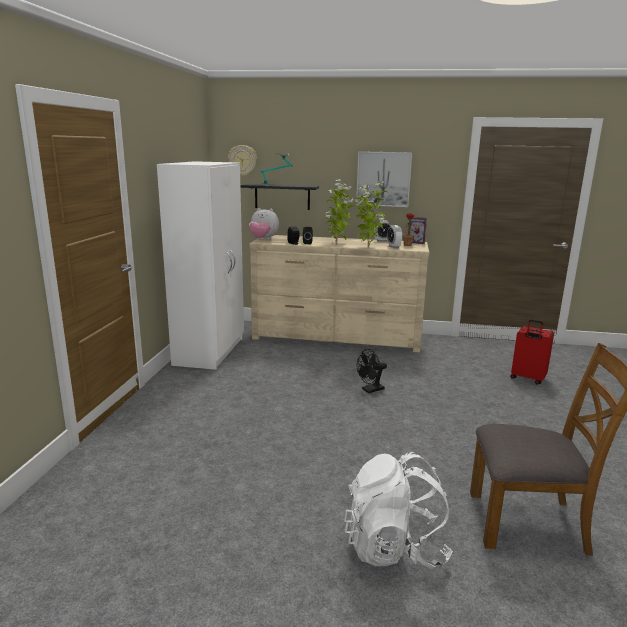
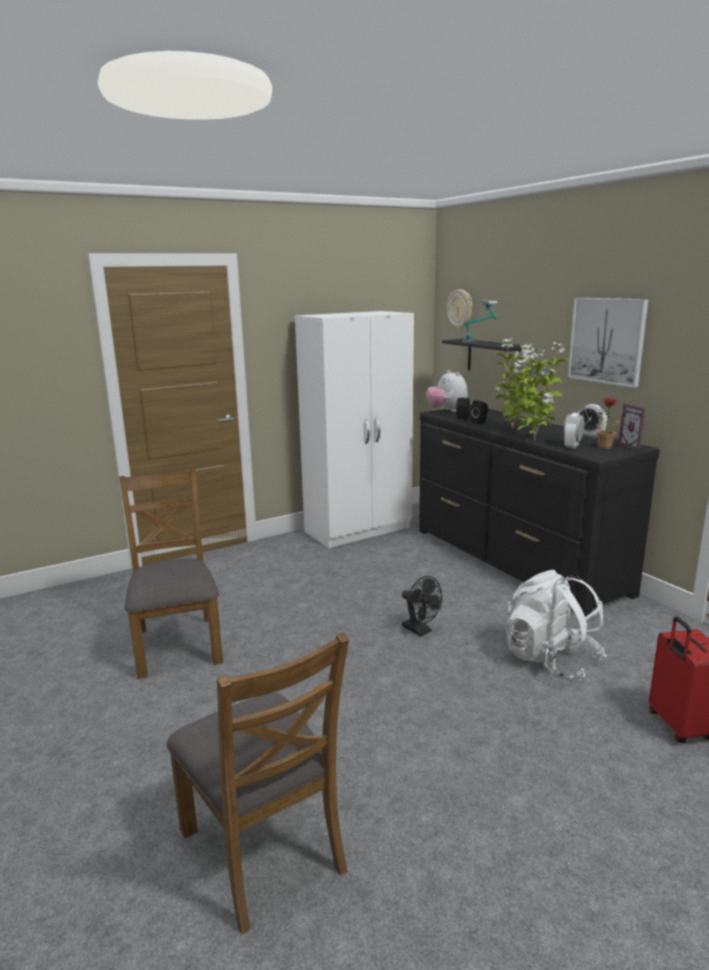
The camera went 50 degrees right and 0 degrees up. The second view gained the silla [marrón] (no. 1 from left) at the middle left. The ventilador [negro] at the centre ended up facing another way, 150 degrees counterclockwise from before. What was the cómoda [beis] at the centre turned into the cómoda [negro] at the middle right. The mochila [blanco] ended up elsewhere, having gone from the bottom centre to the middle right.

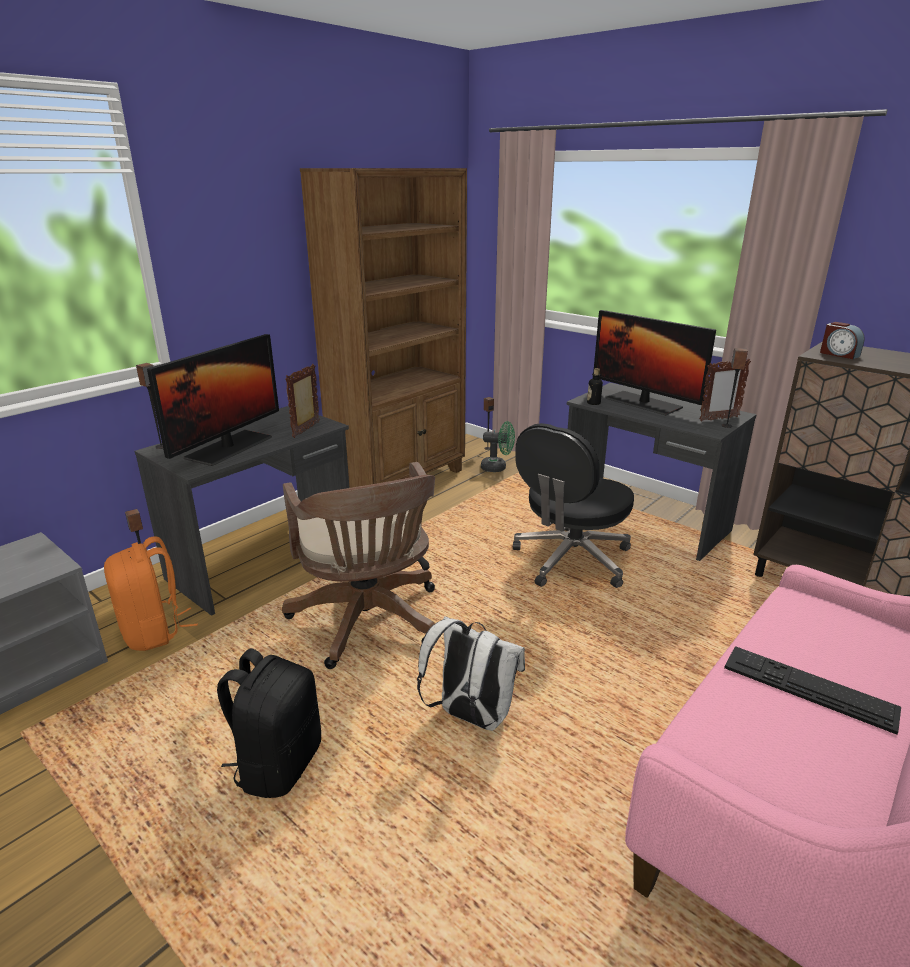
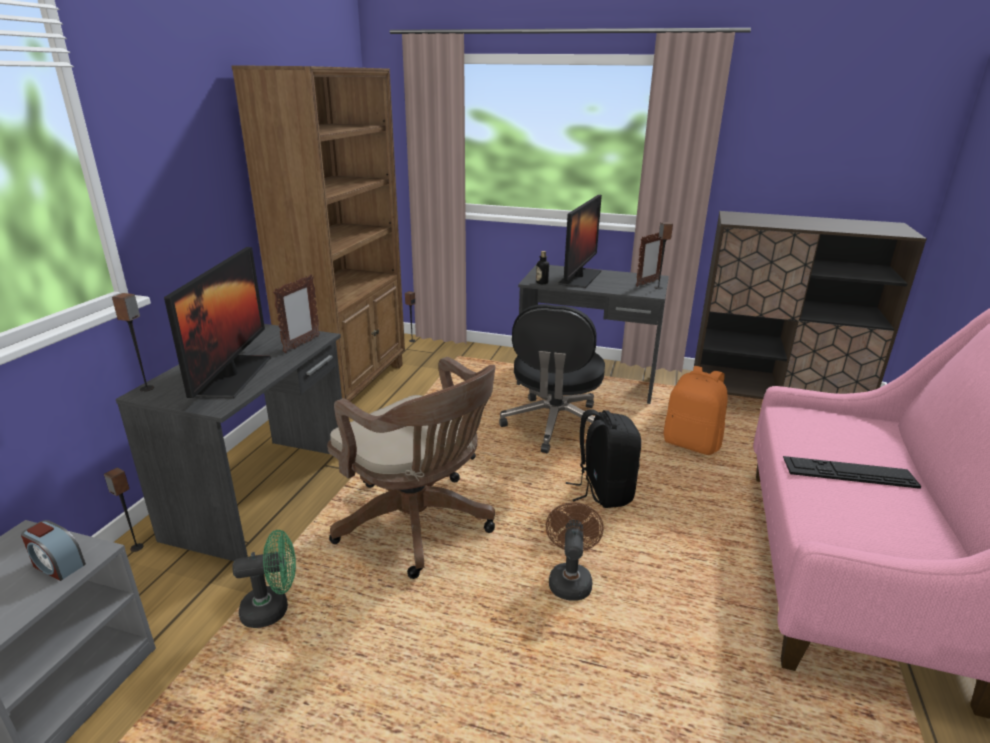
The camera went 25 degrees left and 0 degrees up. The despertador ended up elsewhere, having gone from the middle right to the bottom left. The ventilador [verde] ended up elsewhere, having gone from the centre to the bottom left. The portarretratos (no. 1 from left) at the middle left ended up facing another way, 150 degrees counterclockwise from before. Where the mochila [blanco] stood at the bottom centre, the ventilador [marrón] came to stand at the bottom centre. The monitor (no. 2 from left) at the middle right ended up facing another way, 90 degrees counterclockwise from before. The mochila [negro] ended up elsewhere, having gone from the bottom left to the centre. The mochila [naranja] ended up elsewhere, having gone from the middle left to the middle right.

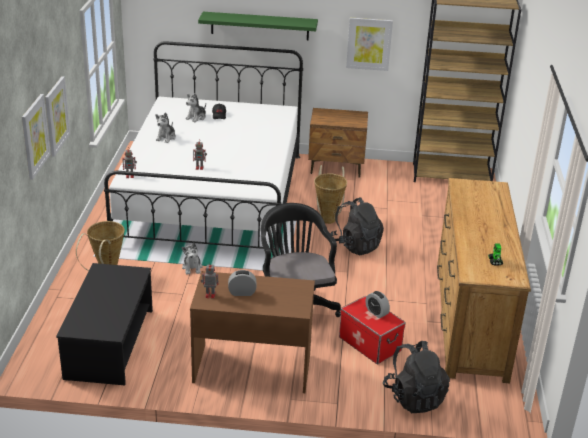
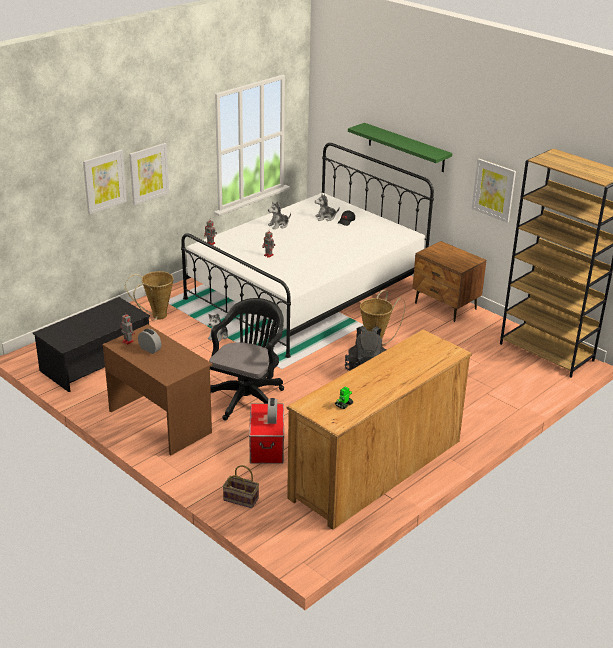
The camera went 40 degrees right and 0 degrees up. Where the mochila [negro] (no. 2 from left) stood at the bottom right, the cesta (no. 2 from left) came to stand at the bottom centre.

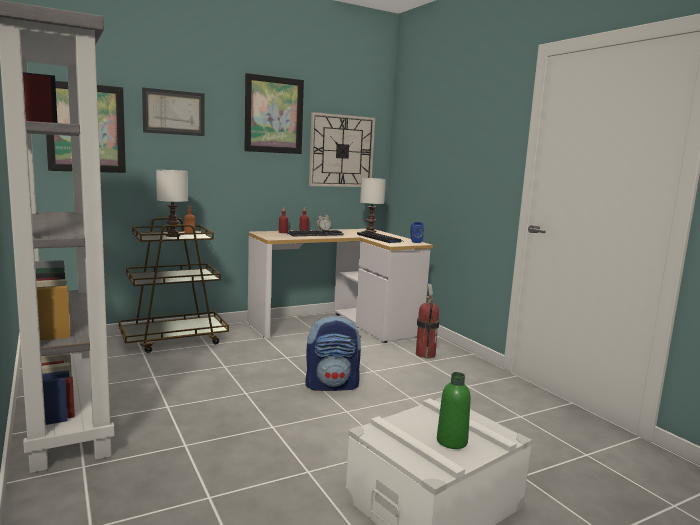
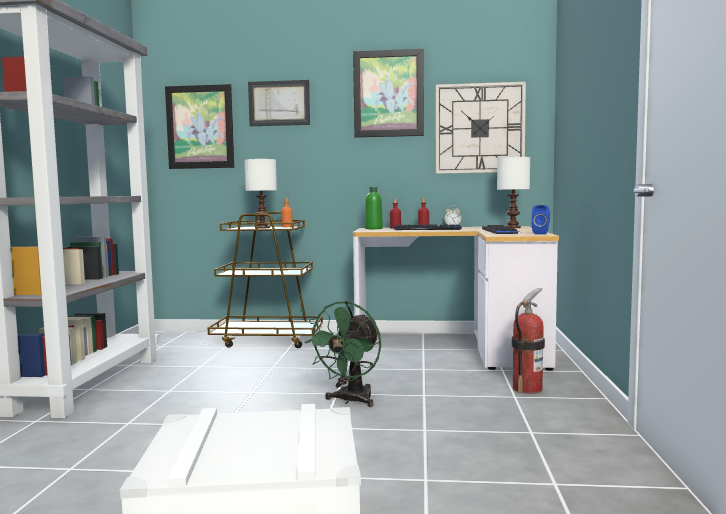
The camera went 35 degrees right and 5 degrees down. Where the mochila stood at the bottom centre, the ventilador [verde] came to stand at the bottom centre. The botella [verde] ended up elsewhere, having gone from the bottom centre to the centre.

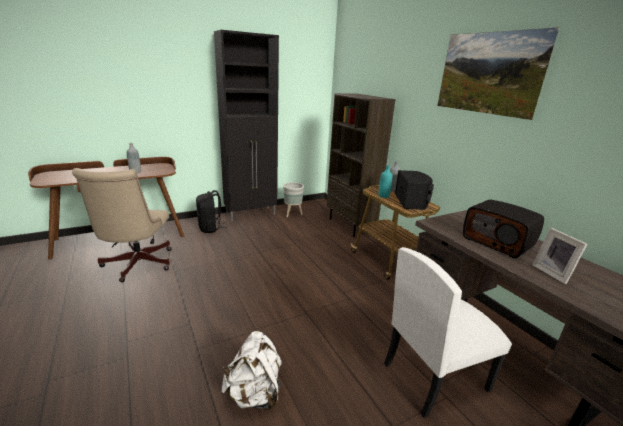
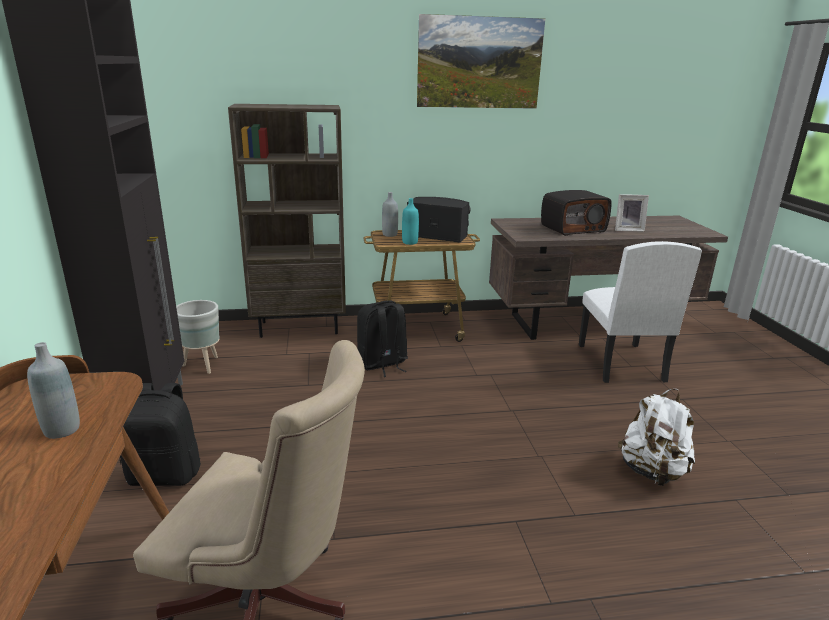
The camera went 70 degrees left and 0 degrees up. The second view gained the mochila [negro] (no. 2 from left) at the centre.

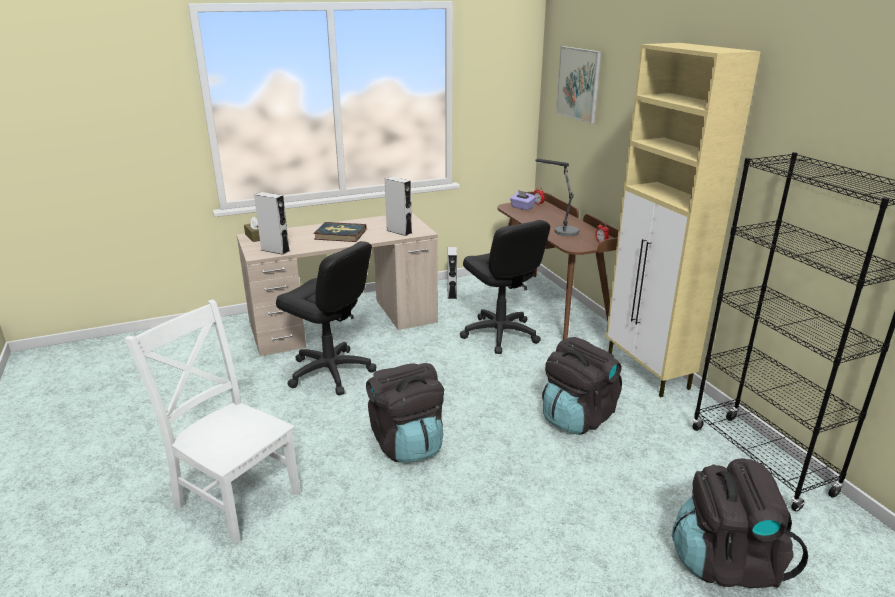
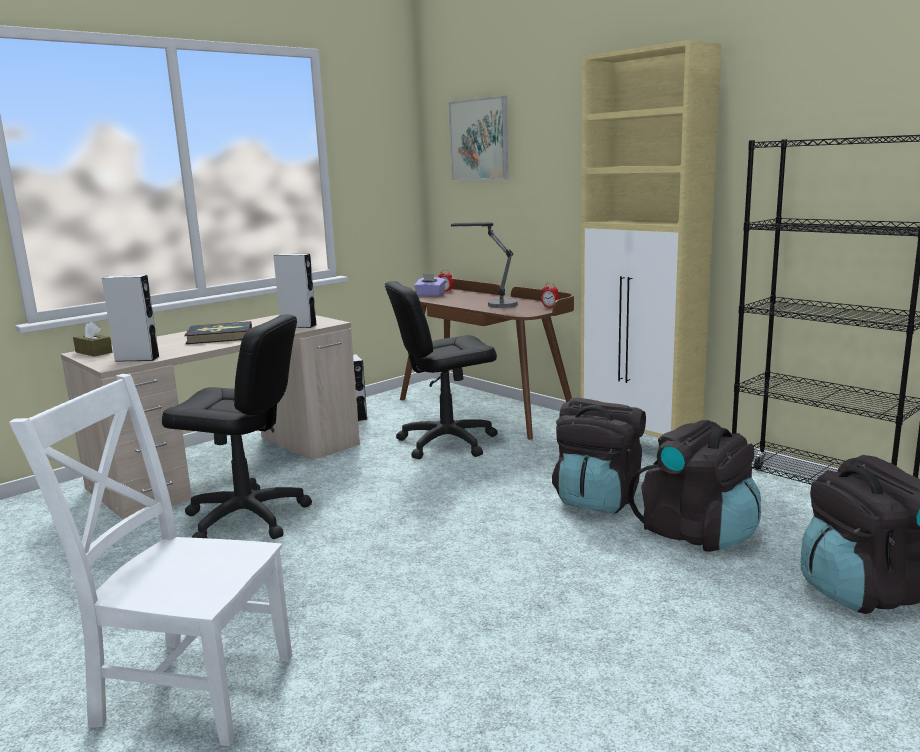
The camera went 20 degrees left and 10 degrees down. The silla de oficina [negro] (no. 2 from left) at the centre ended up facing another way, 120 degrees clockwise from before. The mochila [negro] (no. 1 from left in the first image) ended up elsewhere, having gone from the bottom centre to the middle right.

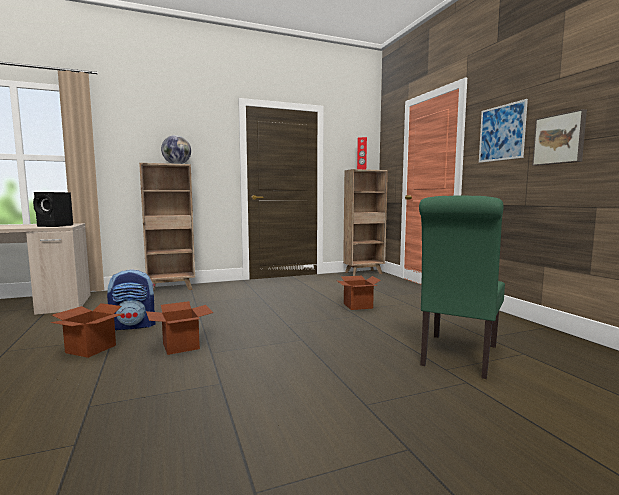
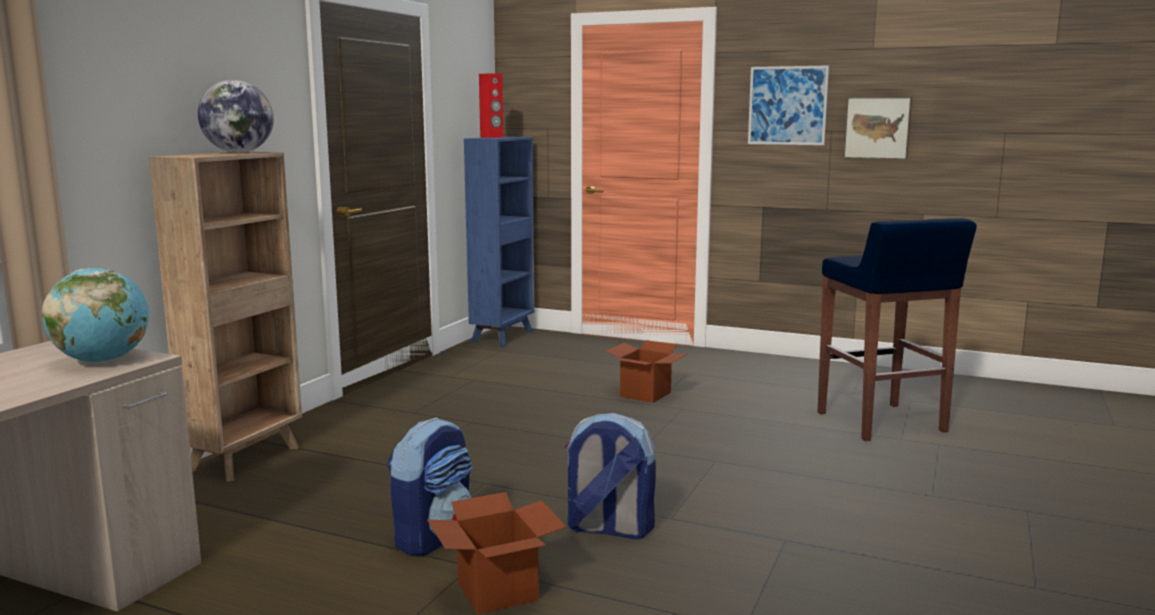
The camera went 45 degrees left and 5 degrees up. Where the altavoz [negro] stood at the middle left, the globo terráqueo (no. 1 from left) came to stand at the middle left. What was the estantería [marrón] (no. 2 from left) at the centre turned into the estantería [azul] at the centre. Where the caja de cartón (no. 2 from left) stood at the middle left, the mochila (no. 2 from left) came to stand at the bottom centre. Where the silla [verde] stood at the middle right, the taburete [azul] came to stand at the middle right.

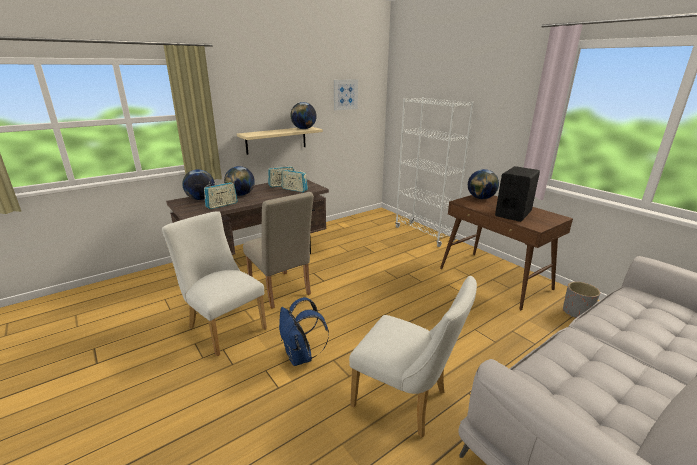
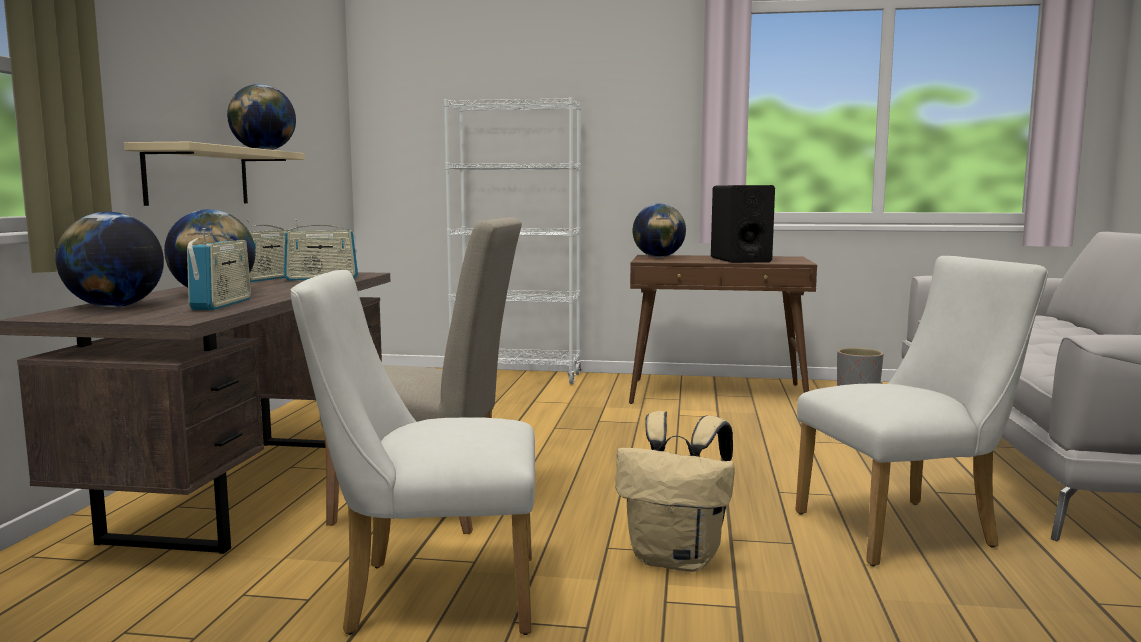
The camera went 45 degrees left and 15 degrees down. What was the mochila [azul] at the bottom centre turned into the mochila [beis] at the bottom centre. The second view lost the cuadro at the top centre.

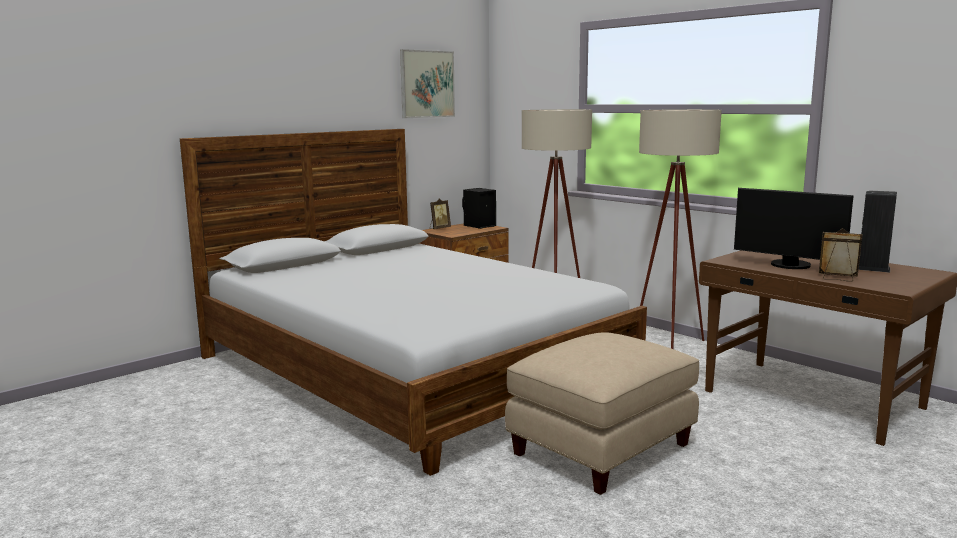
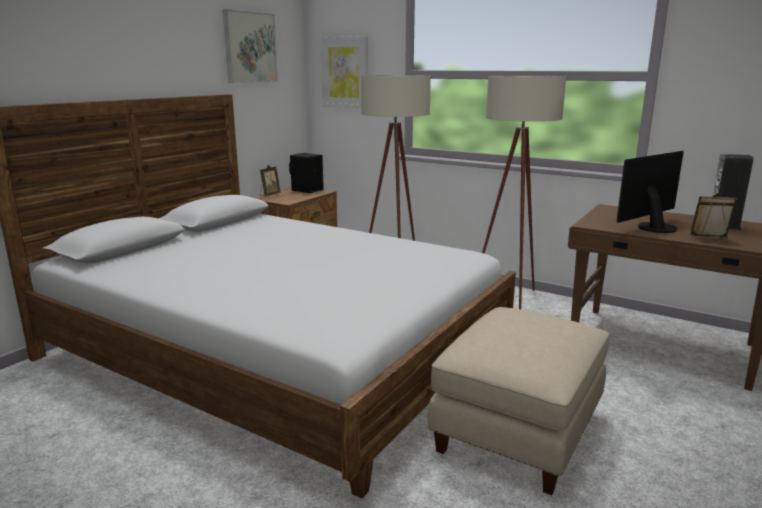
The camera went 15 degrees left and 5 degrees up. The second view gained the cuadro (no. 2 from left) at the top centre. The monitor at the middle right ended up facing another way, 120 degrees clockwise from before.

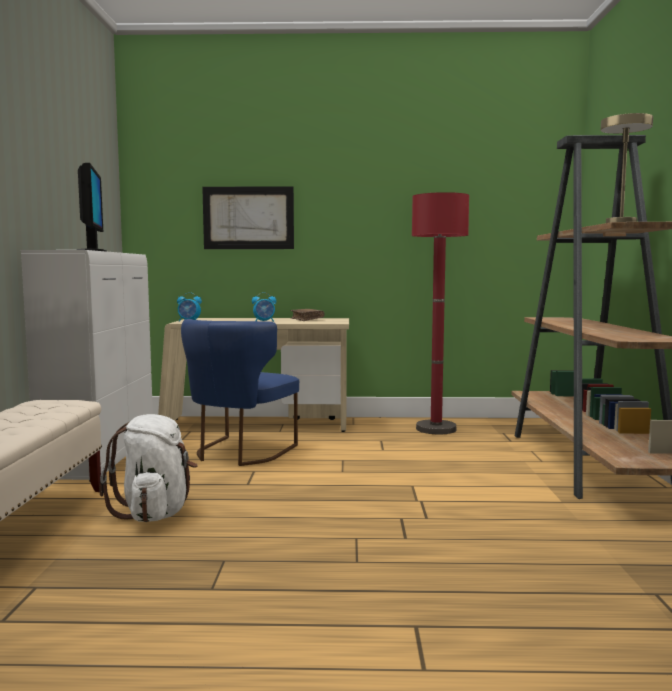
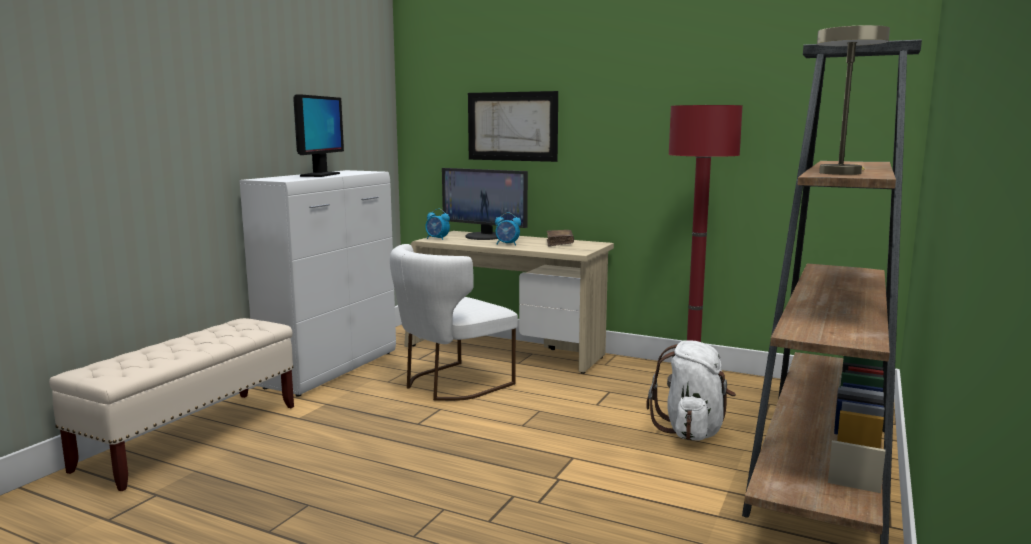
The camera went 25 degrees right and 5 degrees up. What was the silla [azul] at the centre turned into the silla [blanco] at the centre. The second view gained the monitor (no. 2 from left) at the centre. The mochila [blanco] ended up elsewhere, having gone from the bottom left to the bottom right.

